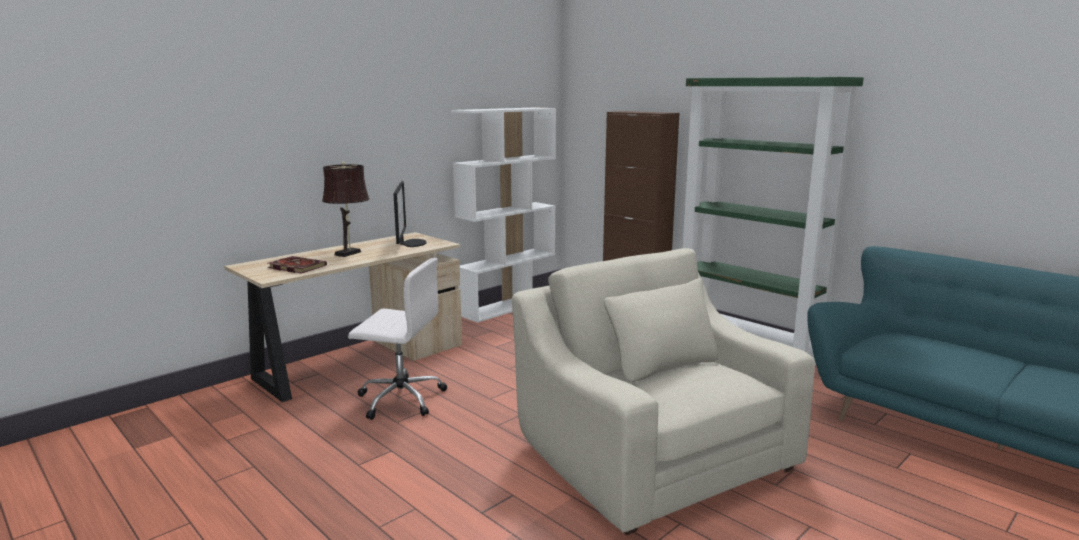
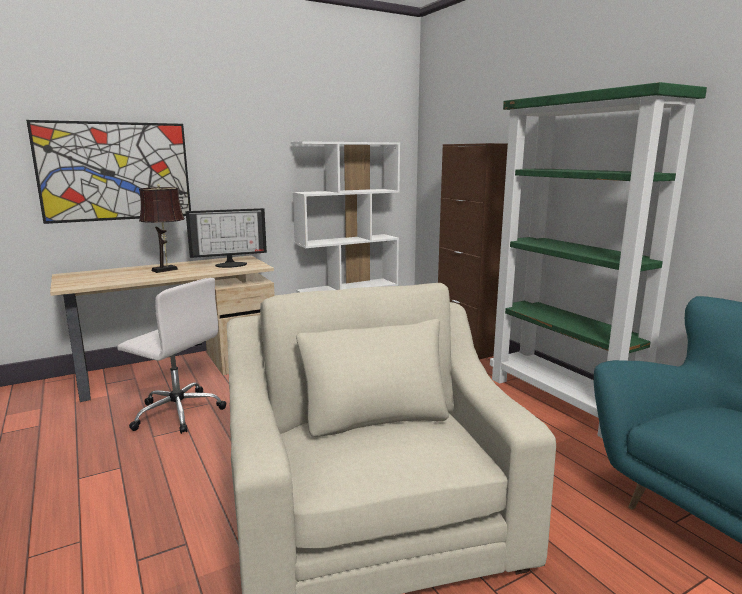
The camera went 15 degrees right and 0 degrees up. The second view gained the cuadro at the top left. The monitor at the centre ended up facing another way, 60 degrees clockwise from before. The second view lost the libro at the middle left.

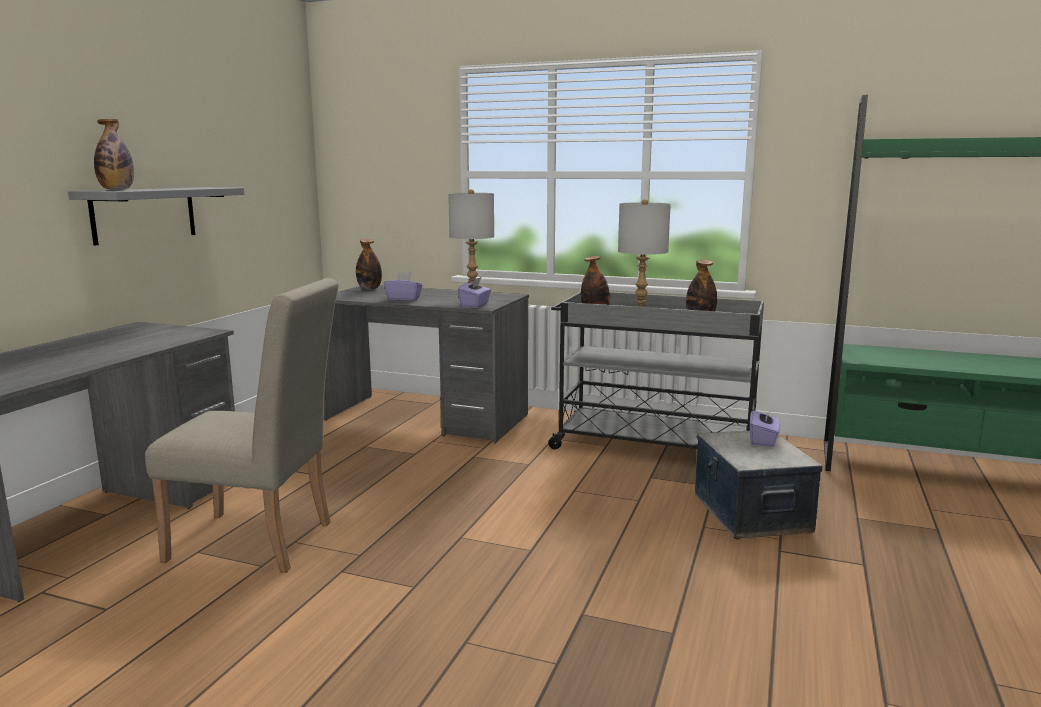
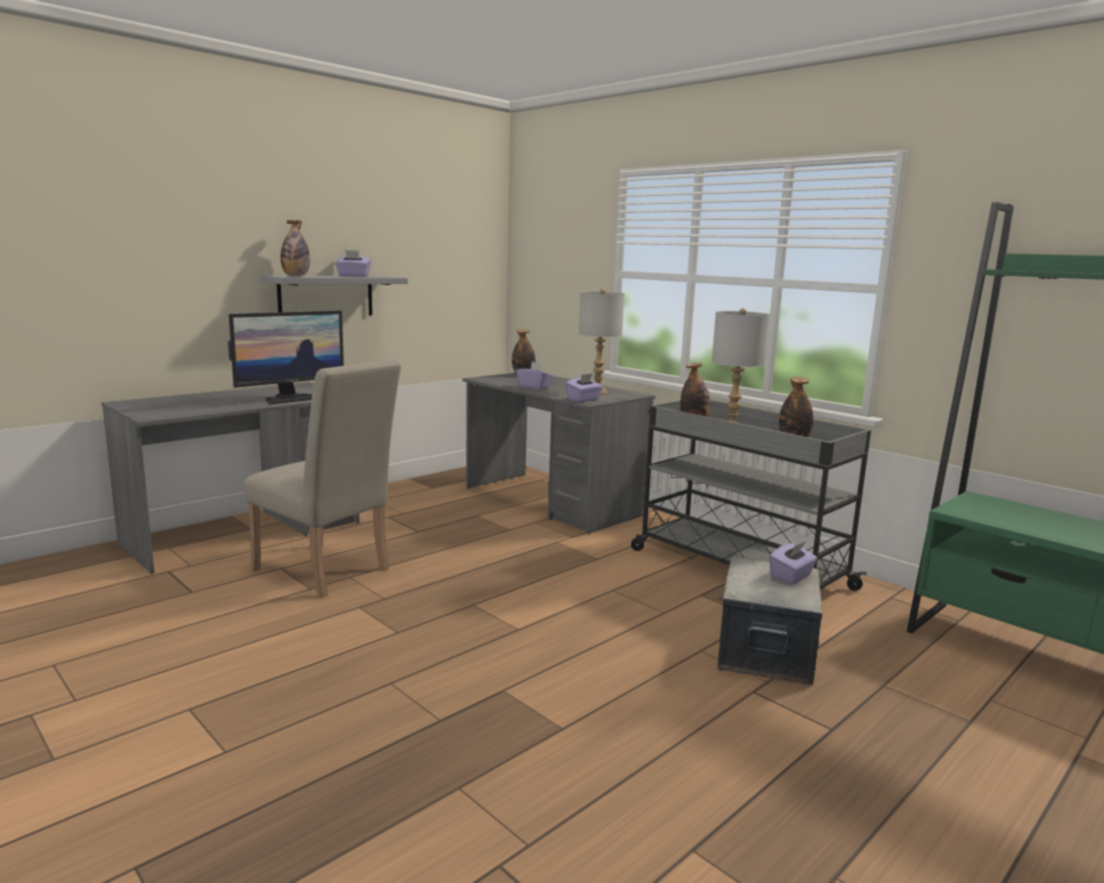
The camera went 25 degrees right and 0 degrees up. The second view gained the monitor at the middle left. The second view gained the caja de pañuelos [morado] (no. 1 from left) at the top left.

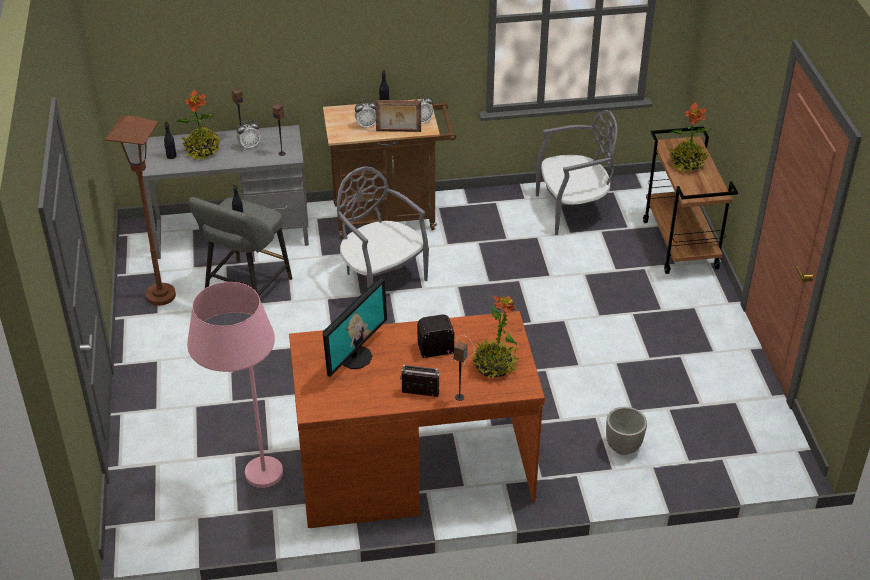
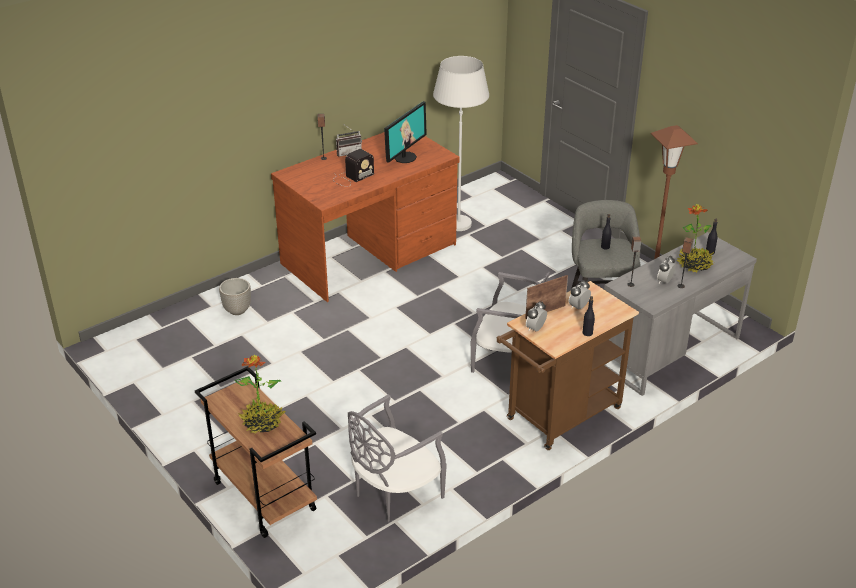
The camera went 150 degrees right and 5 degrees down. The monitor at the centre ended up facing another way, 150 degrees counterclockwise from before. What was the lámpara de pie [rosa] at the middle left turned into the lámpara de pie [blanco] at the top centre. The second view lost the planta en maceta (no. 2 from left) at the centre.

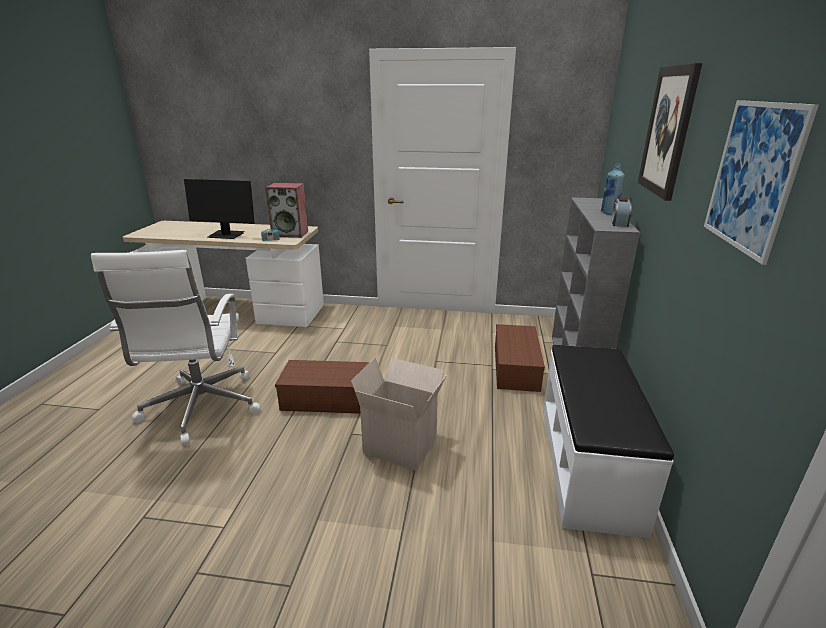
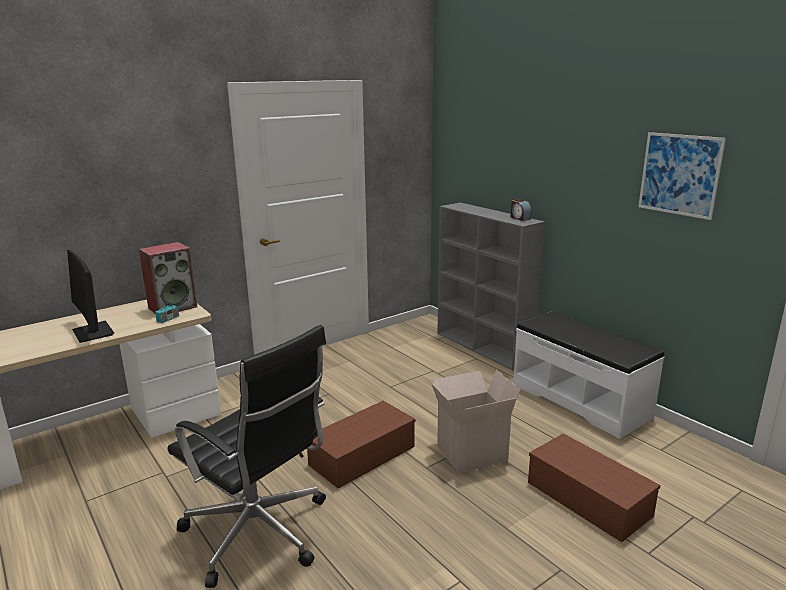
The camera went 45 degrees left and 5 degrees down. The monitor at the top left ended up facing another way, 90 degrees clockwise from before. What was the silla de oficina [blanco] at the middle left turned into the silla de oficina [negro] at the bottom left. The caja de almacenaje [marrón] (no. 2 from left) ended up elsewhere, having gone from the centre to the bottom right. The second view lost the botella [azul] at the top right. The second view lost the cuadro (no. 1 from left) at the top right.

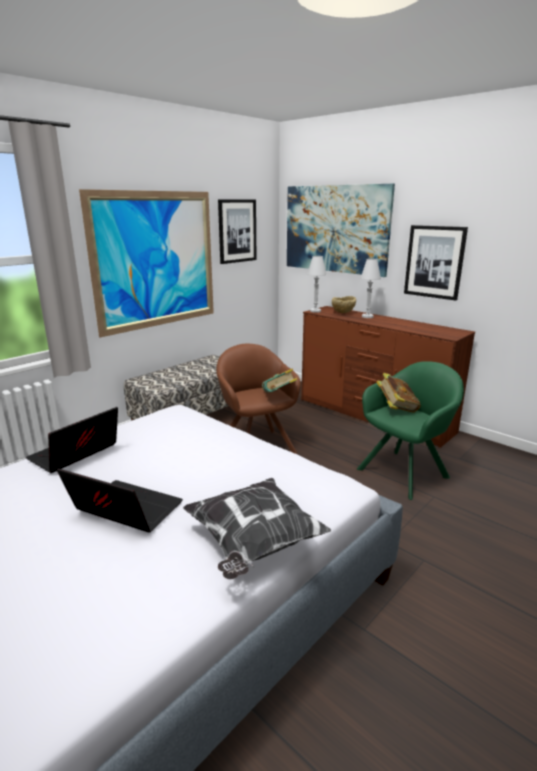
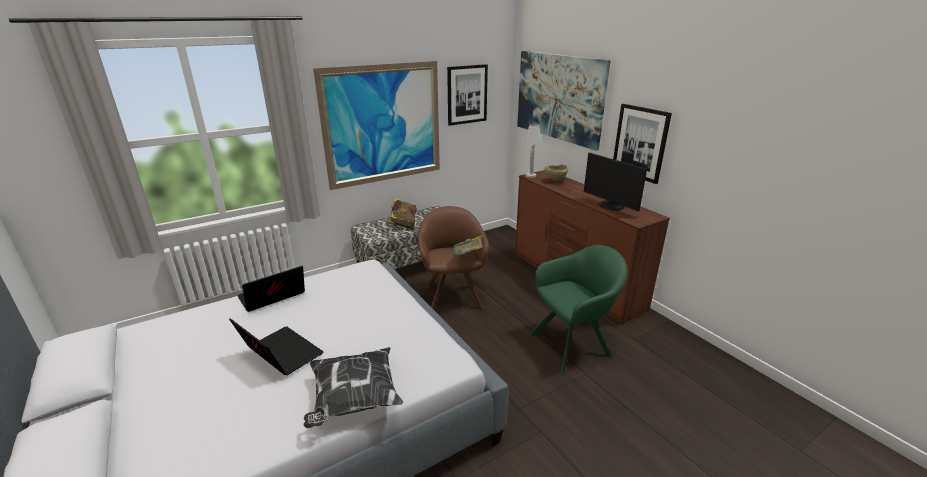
The camera went 15 degrees right and 5 degrees up. The libro (no. 2 from left in the first image) ended up elsewhere, having gone from the middle right to the centre. The second view gained the monitor at the centre. The second view lost the lámpara de mesa [blanco] (no. 2 from left) at the middle right.

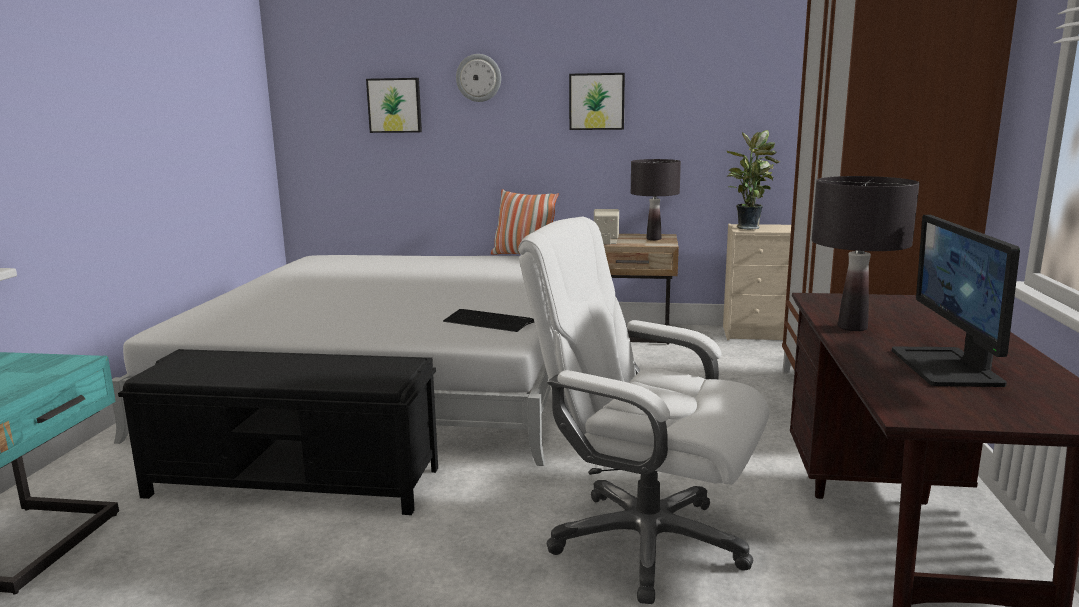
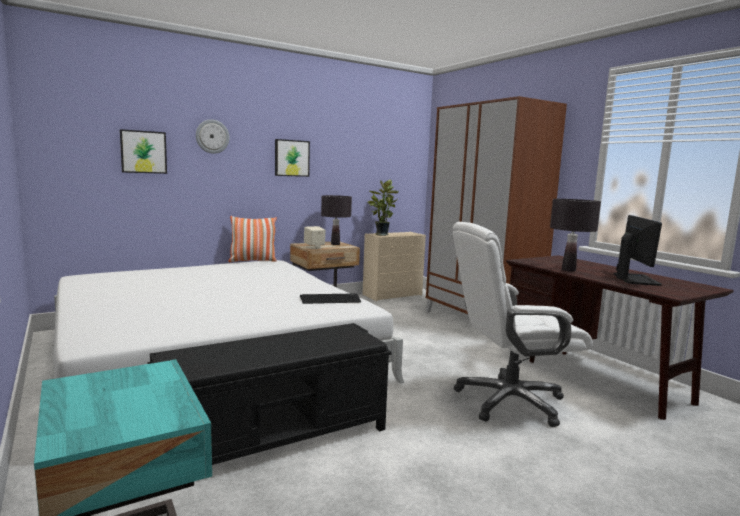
The camera went 40 degrees left and 5 degrees down. The monitor at the middle right ended up facing another way, 135 degrees counterclockwise from before.

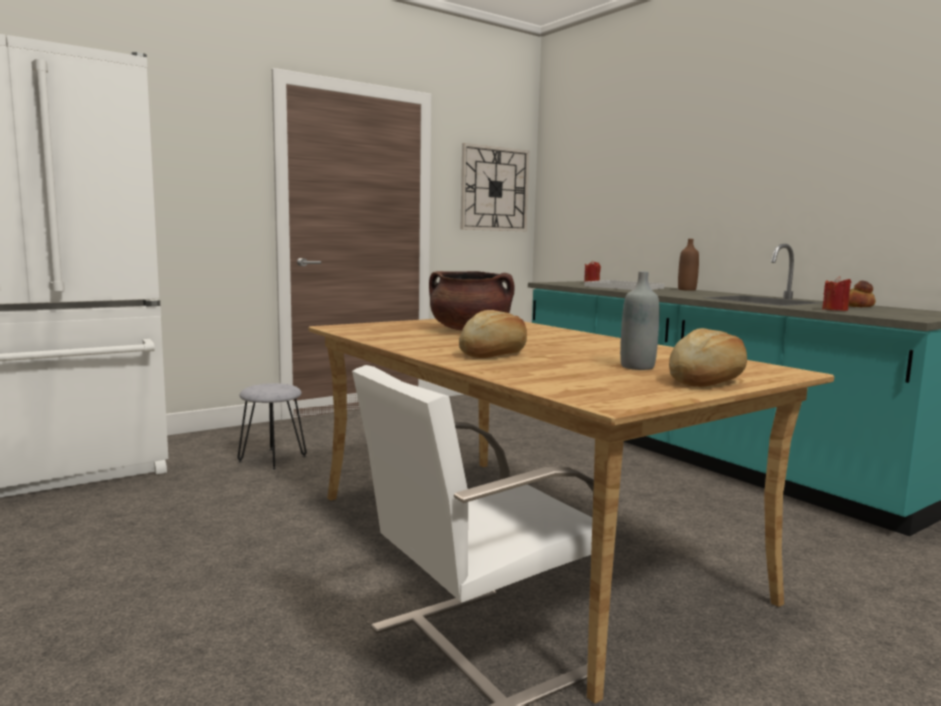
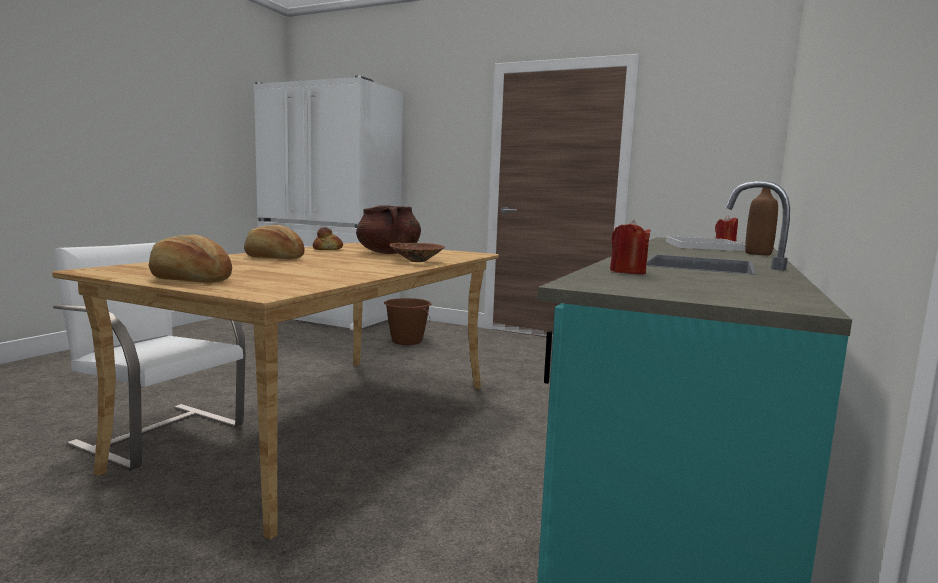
The camera went 60 degrees right and 0 degrees up. The pan (no. 3 from left) ended up elsewhere, having gone from the middle right to the centre. Where the taburete [gris] stood at the middle left, the cubo [marrón] came to stand at the centre. The second view gained the cuenco [marrón] at the centre. The second view lost the reloj de pared at the top centre. The second view lost the botella [gris] at the middle right.

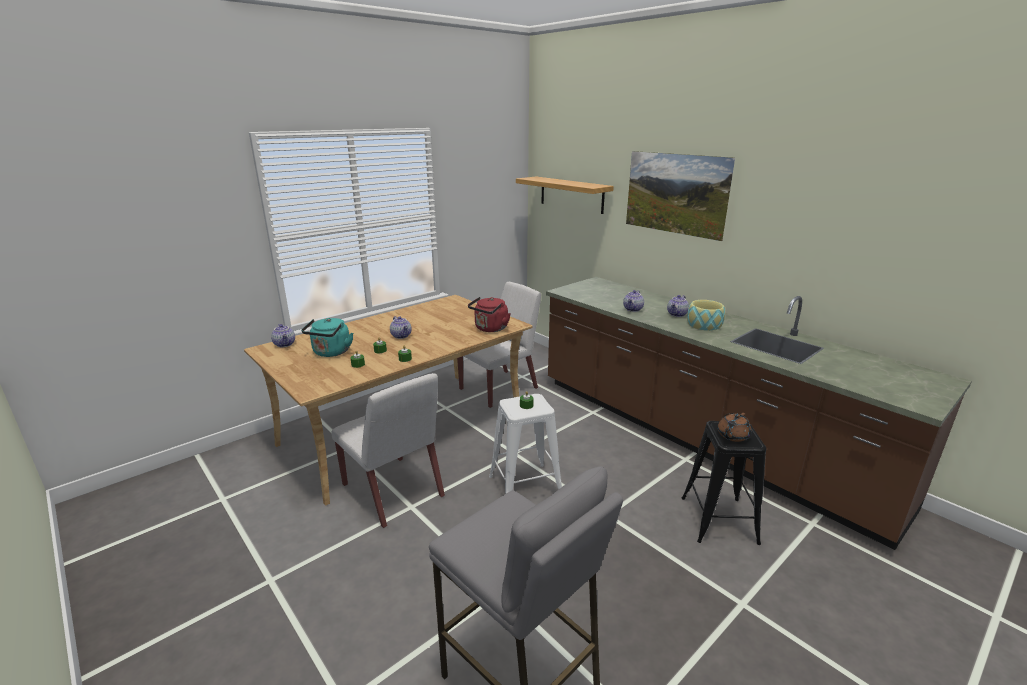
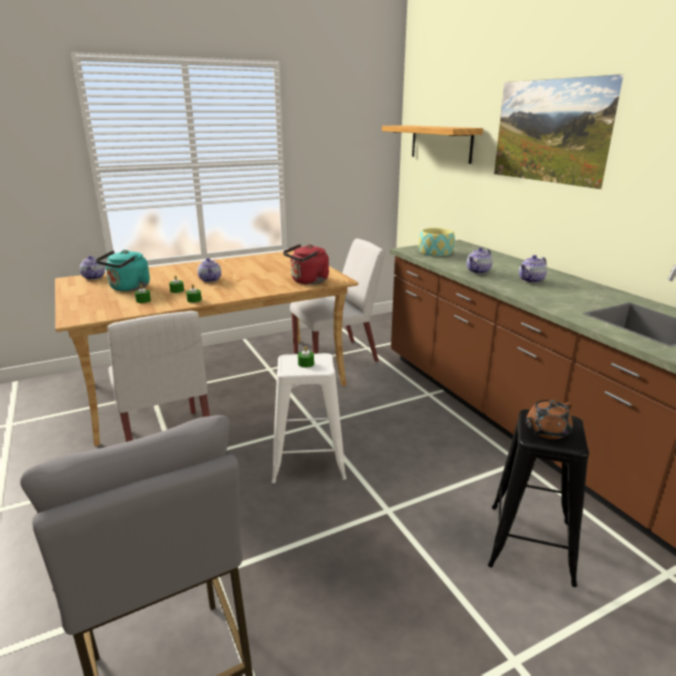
The camera went 15 degrees right and 0 degrees up. The cuenco ended up elsewhere, having gone from the middle right to the centre.

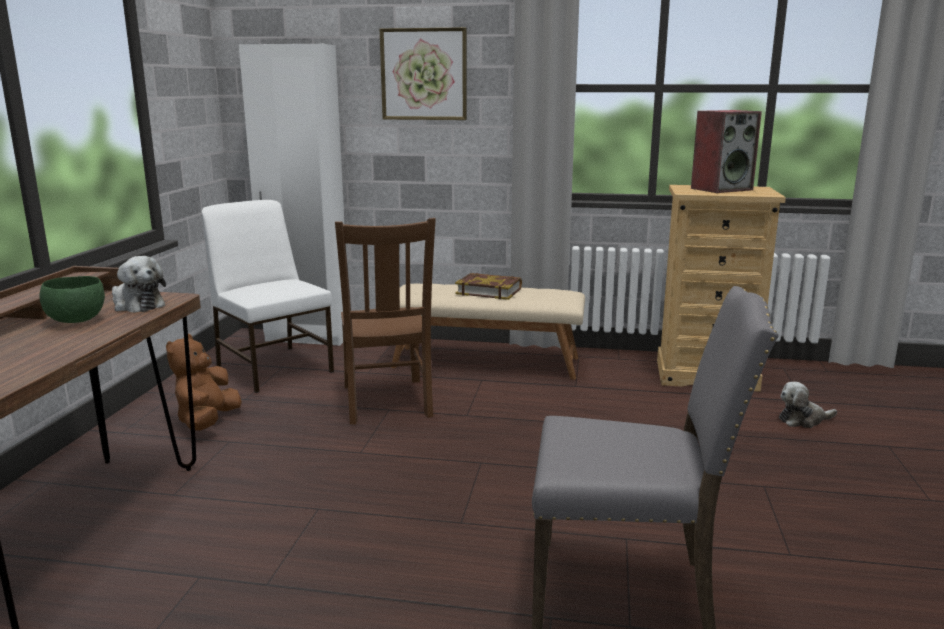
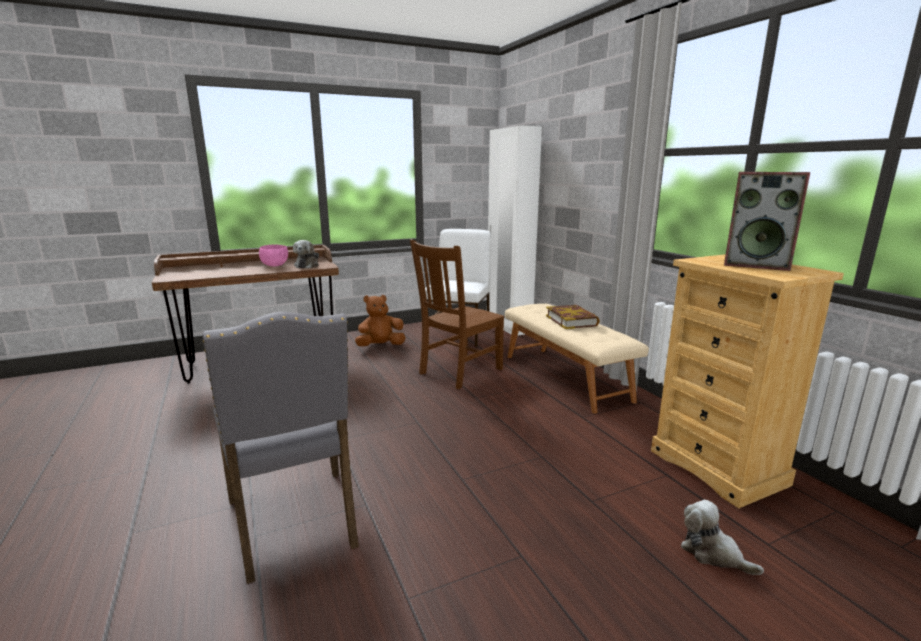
The camera went 55 degrees right and 0 degrees up. What was the cuenco [verde] at the middle left turned into the cuenco [rosa] at the middle left. The second view lost the cuadro at the top centre.

